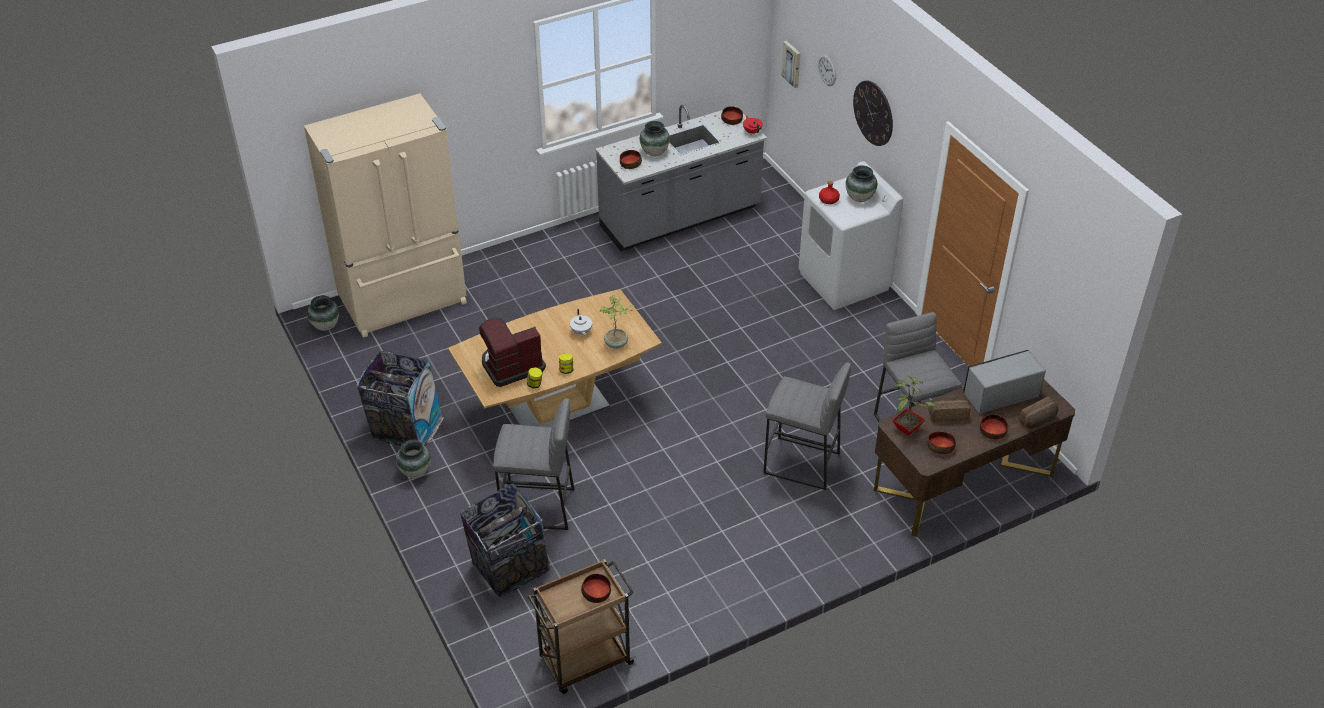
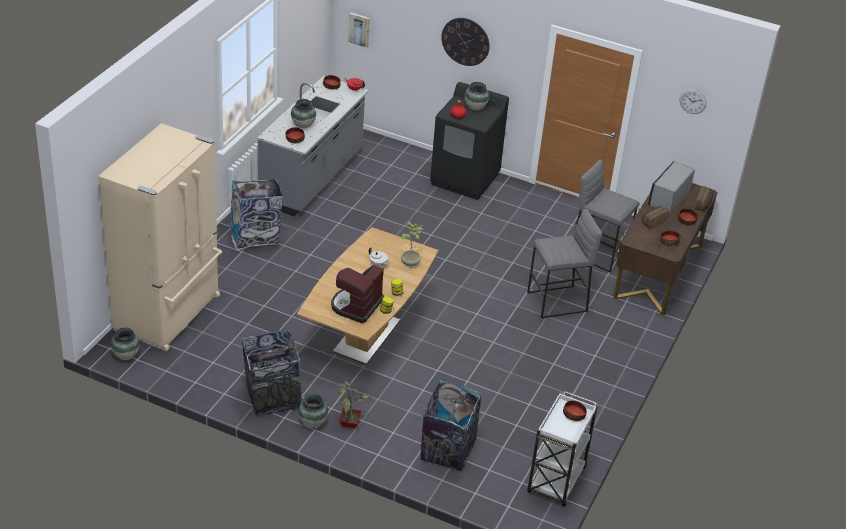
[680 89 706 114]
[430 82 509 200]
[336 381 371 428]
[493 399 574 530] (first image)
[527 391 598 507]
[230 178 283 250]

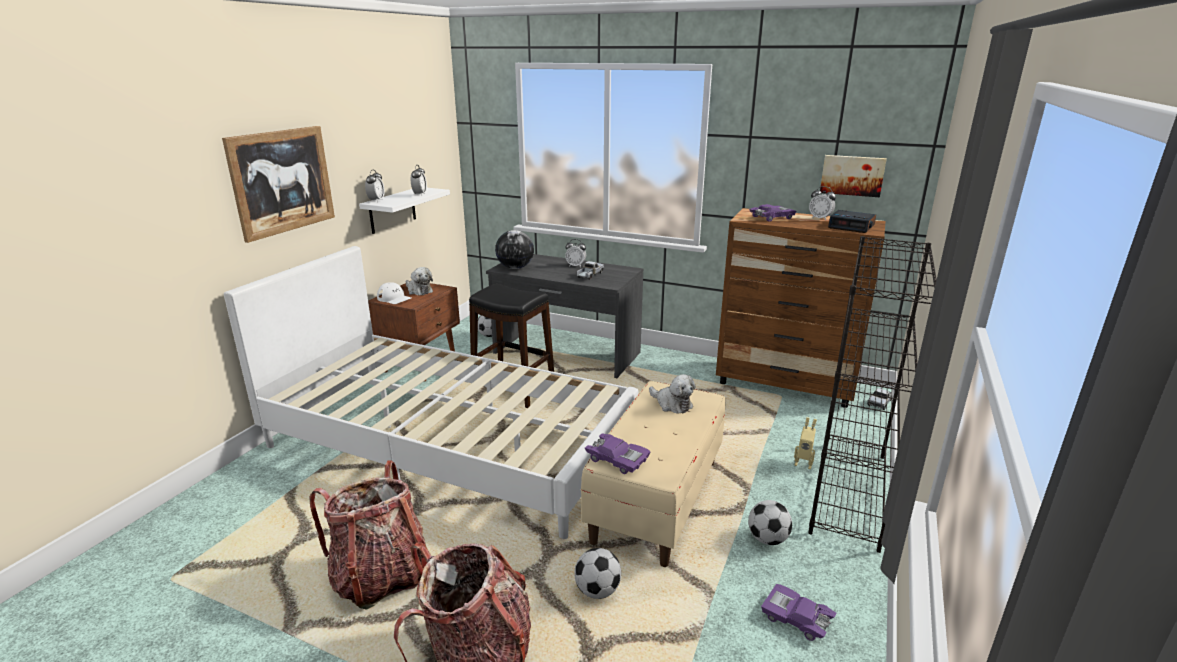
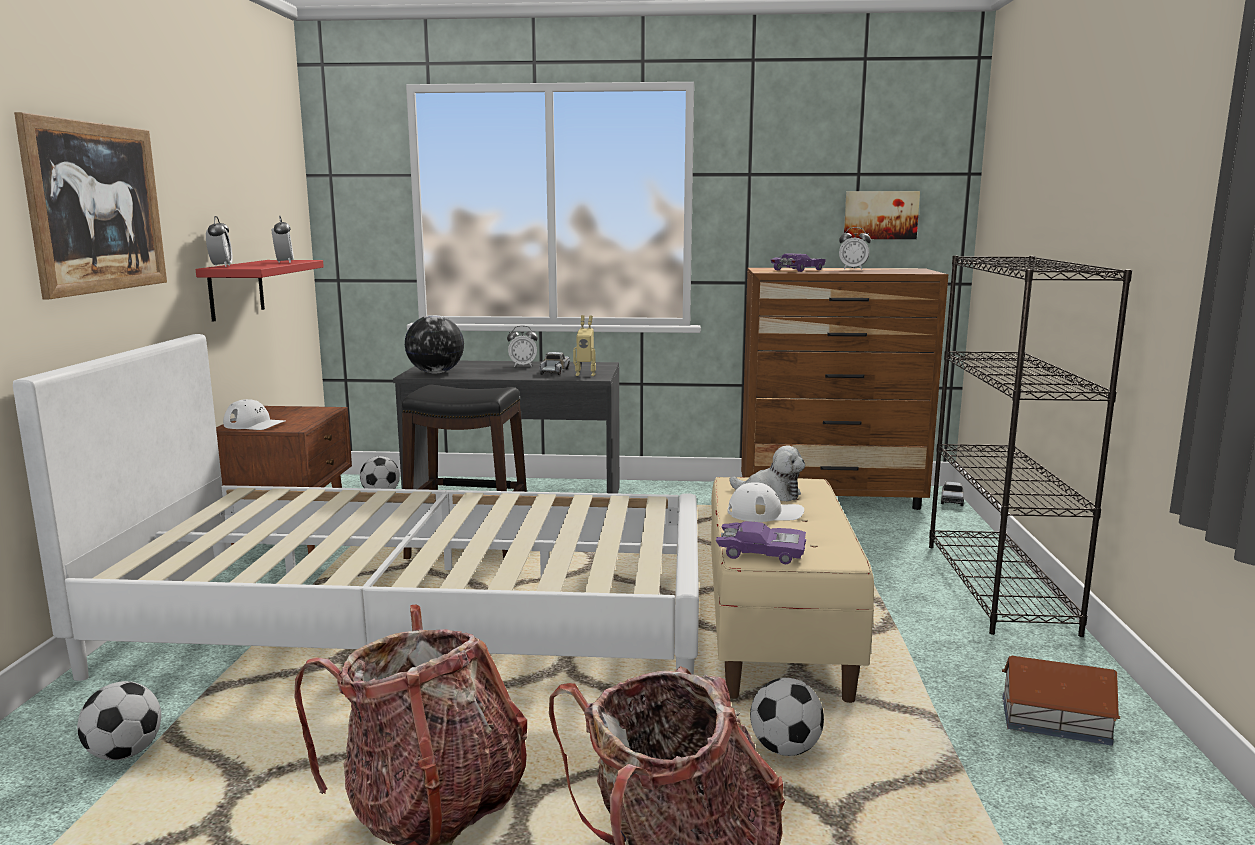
[196 260 324 322]
[828 210 876 233] (first image)
[406 267 433 295] (first image)
[573 315 596 376]
[77 681 161 760]
[1002 656 1120 746]
[728 482 804 522]

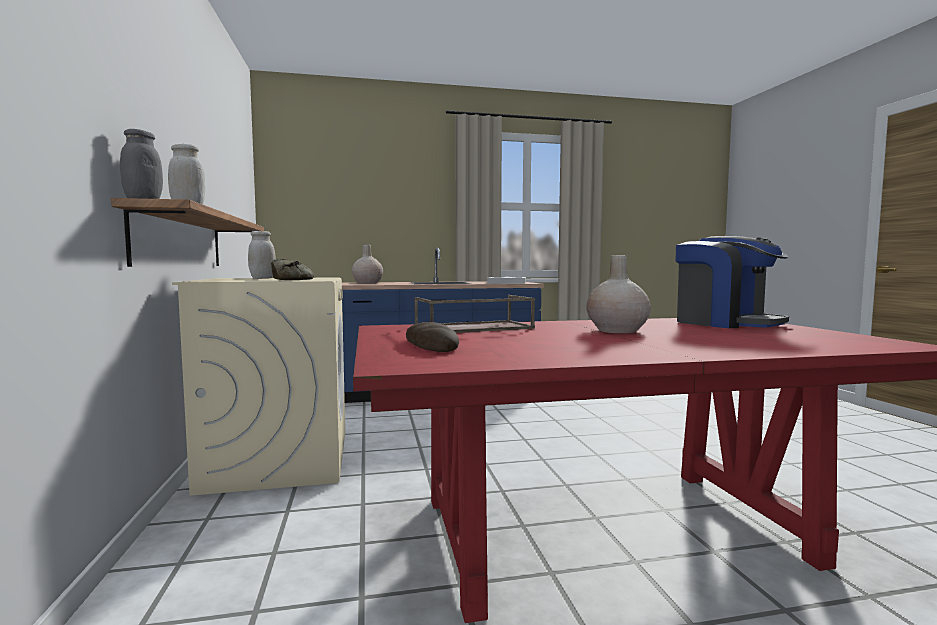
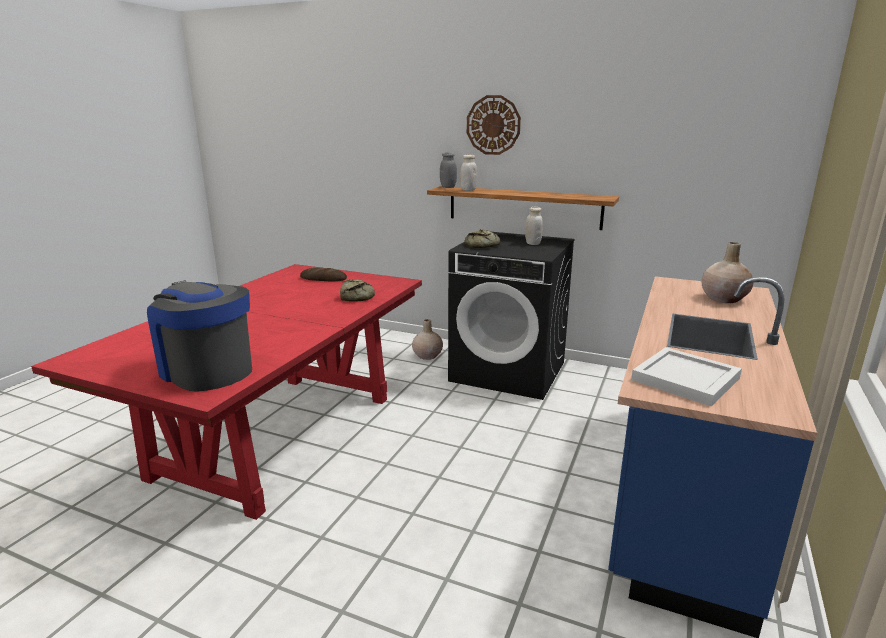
[147 281 252 392]
[412 319 443 360]
[448 232 575 400]
[340 279 375 302]
[467 95 521 155]

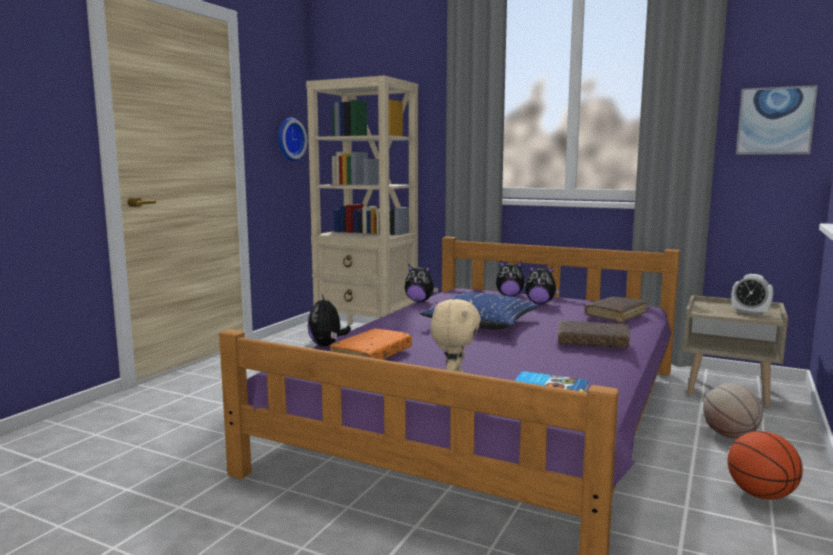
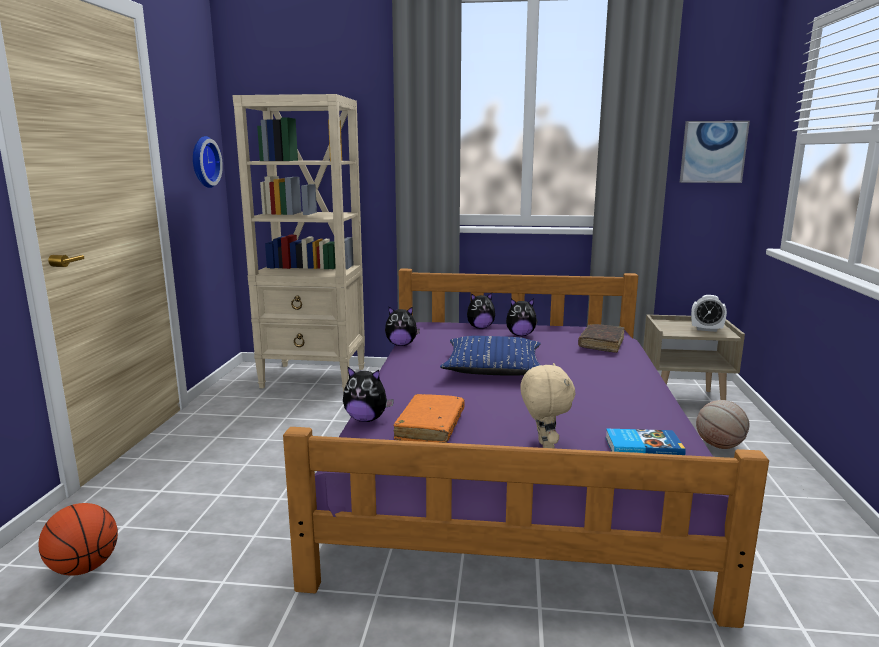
[343 367 394 422]
[558 321 630 348] (first image)
[38 503 118 576]

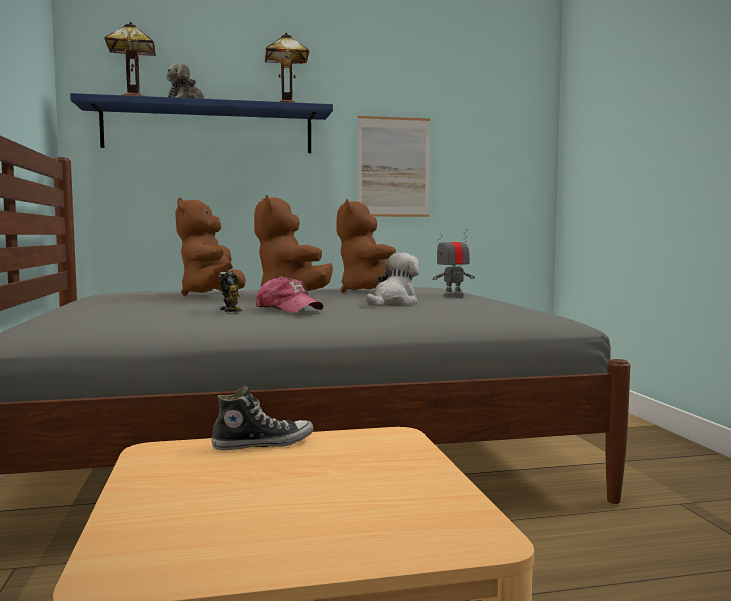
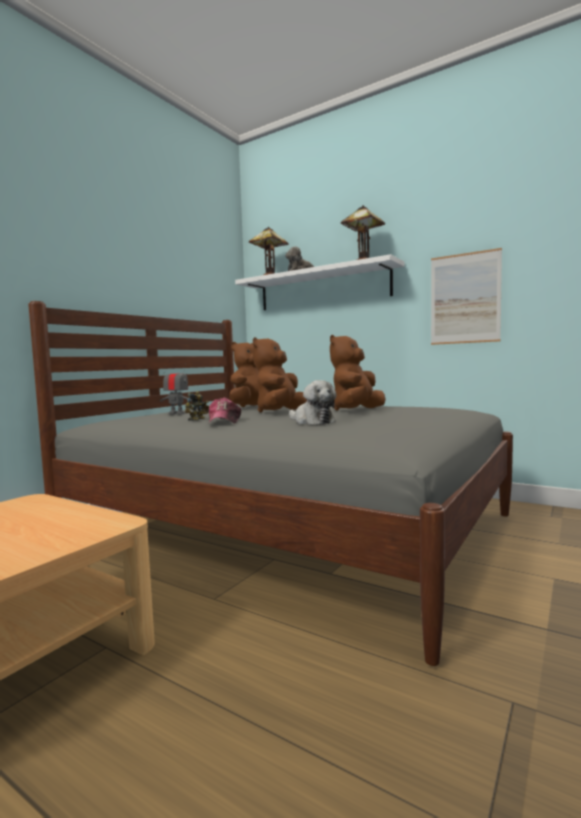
[235 254 405 310]
[160 364 192 415]
[289 380 336 425]
[211 386 314 450] (first image)

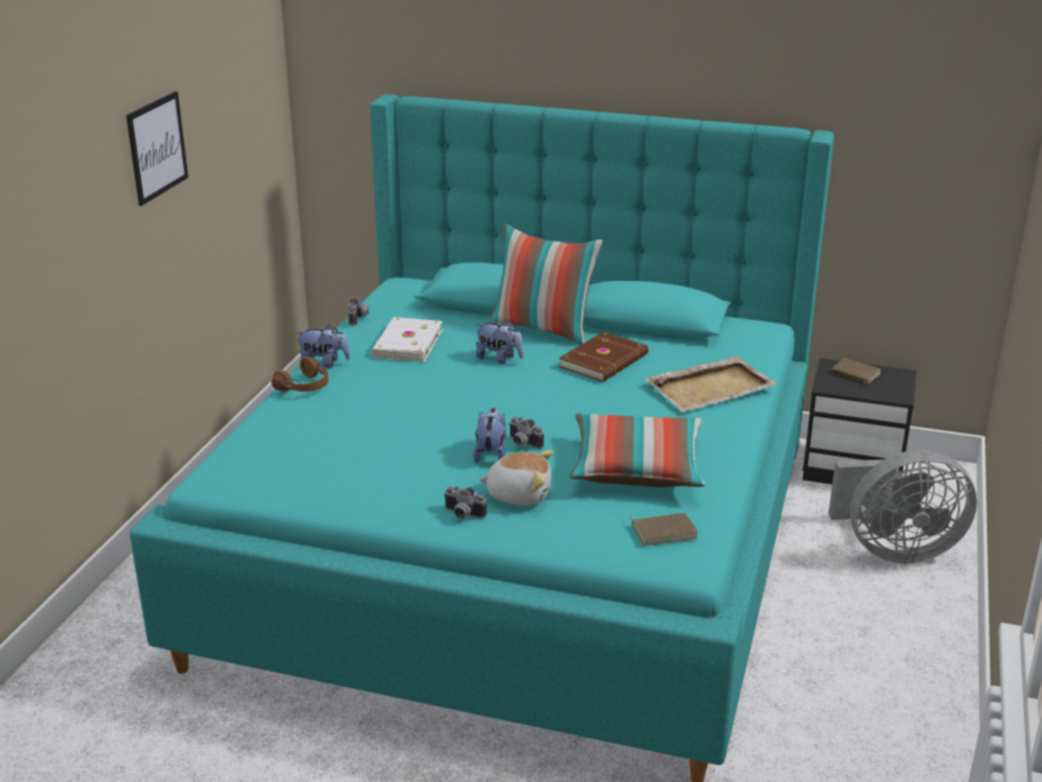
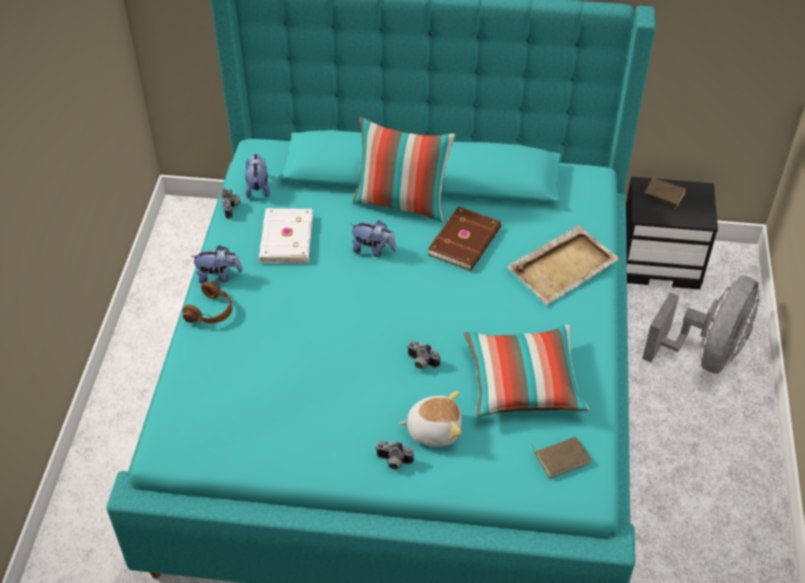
[126 91 188 206] (first image)
[245 154 270 198]
[642 276 759 374]

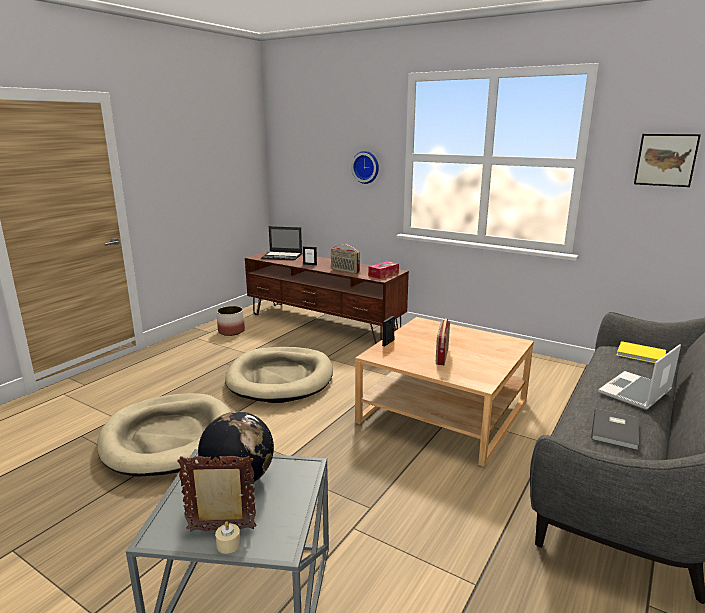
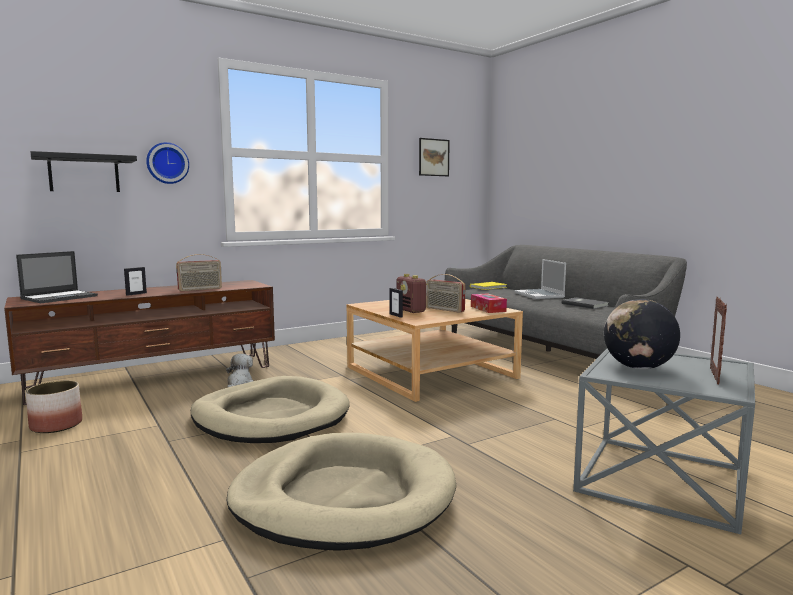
[471 293 507 313]
[215 521 241 554] (first image)
[31 151 137 192]
[396 274 428 313]
[226 354 253 387]

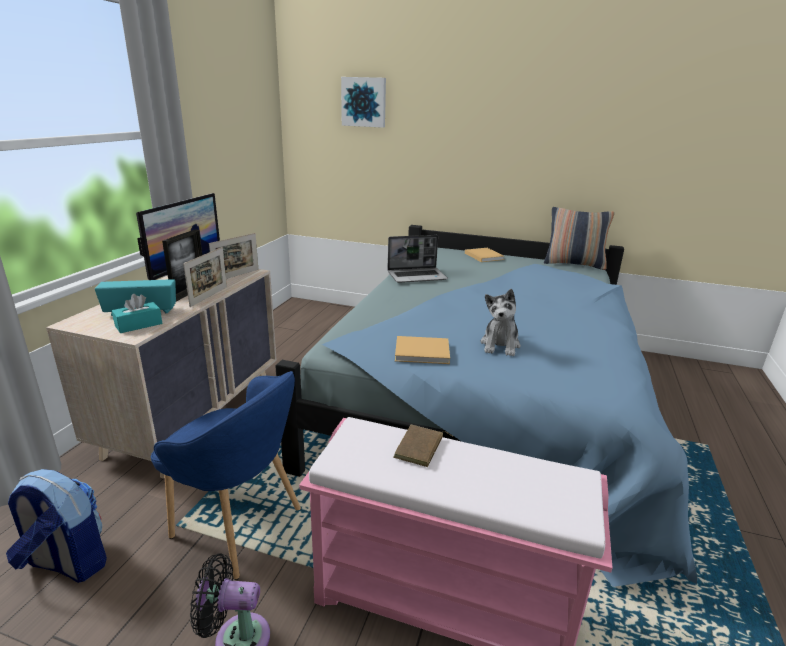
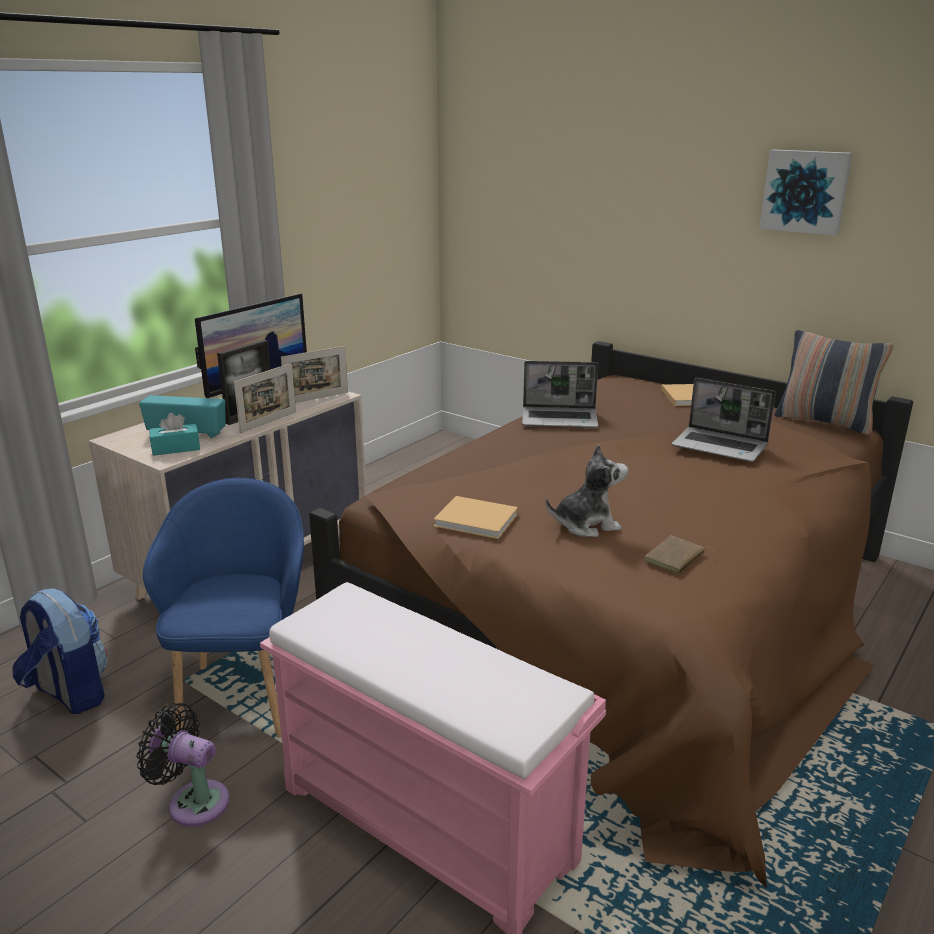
[759 149 852 236]
[309 341 913 889]
[546 444 628 537]
[143 478 304 738]
[644 536 716 574]
[672 378 776 462]

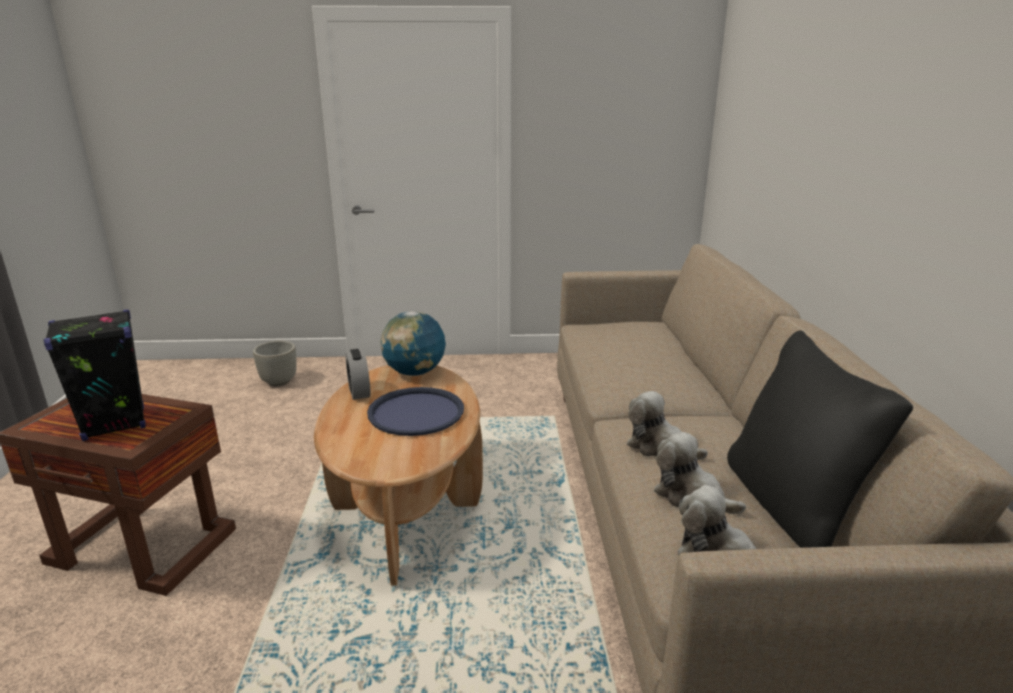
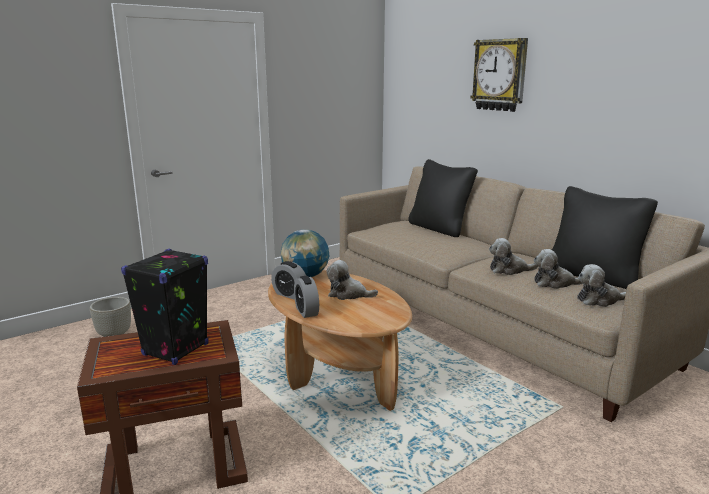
[327 260 378 300]
[470 38 528 112]
[409 159 478 237]
[294 276 319 318]

